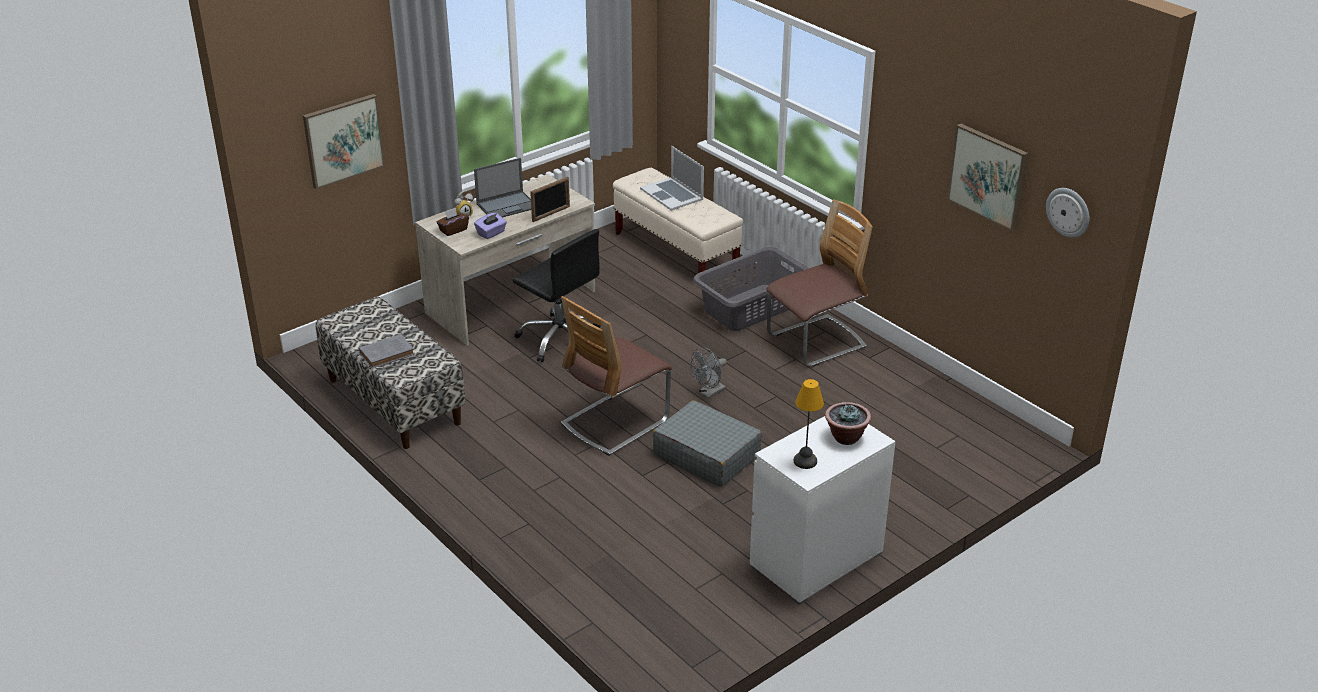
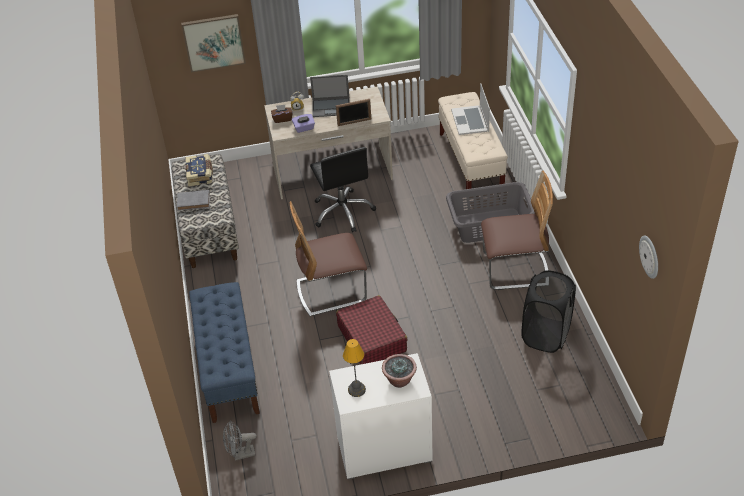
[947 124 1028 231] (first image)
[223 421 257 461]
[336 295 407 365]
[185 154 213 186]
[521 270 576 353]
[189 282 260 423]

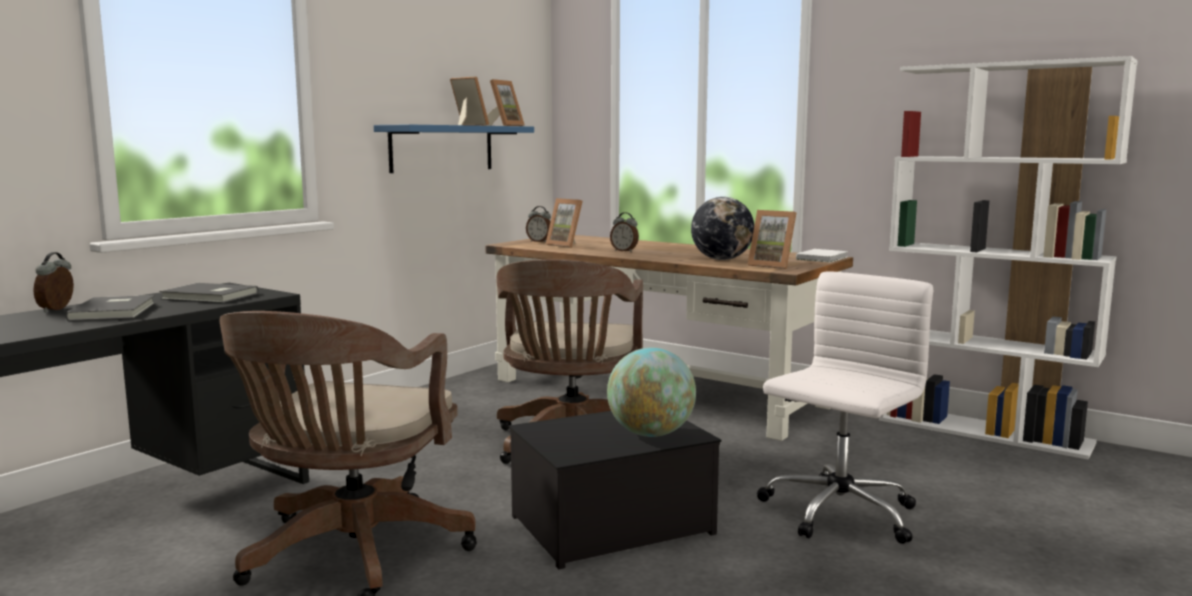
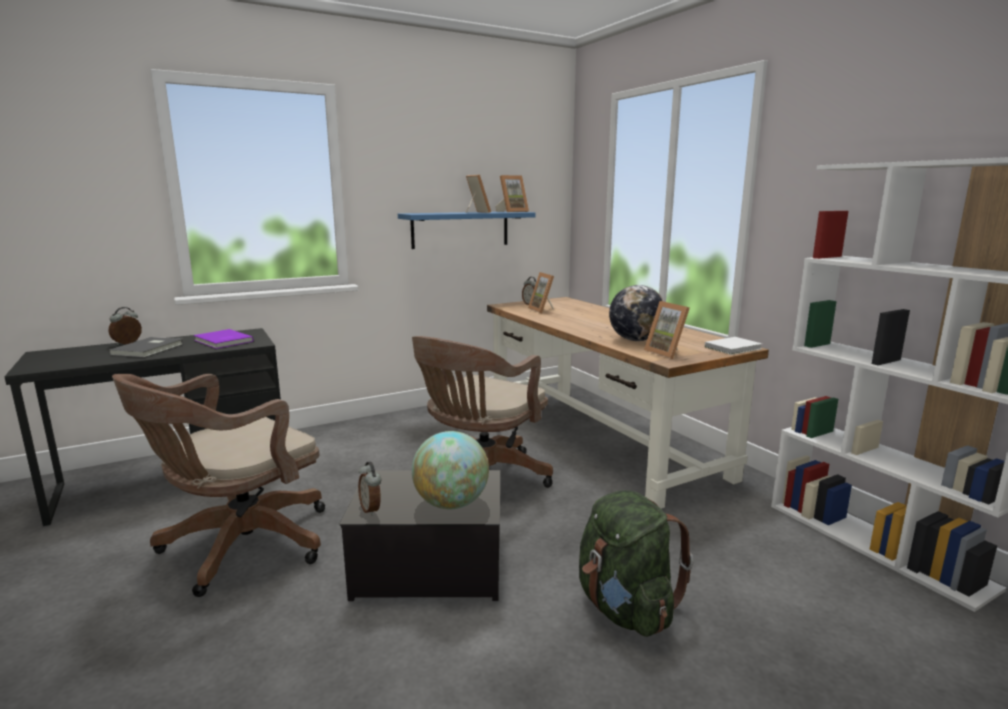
[358 461 381 516]
[579 490 694 637]
[193 329 253 349]

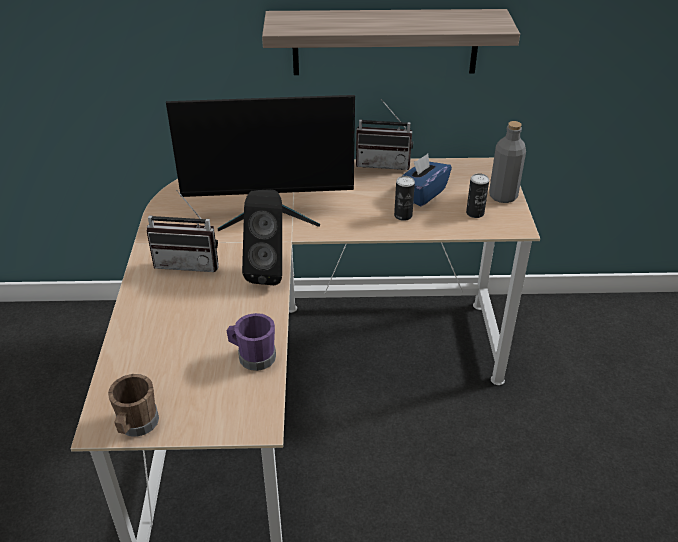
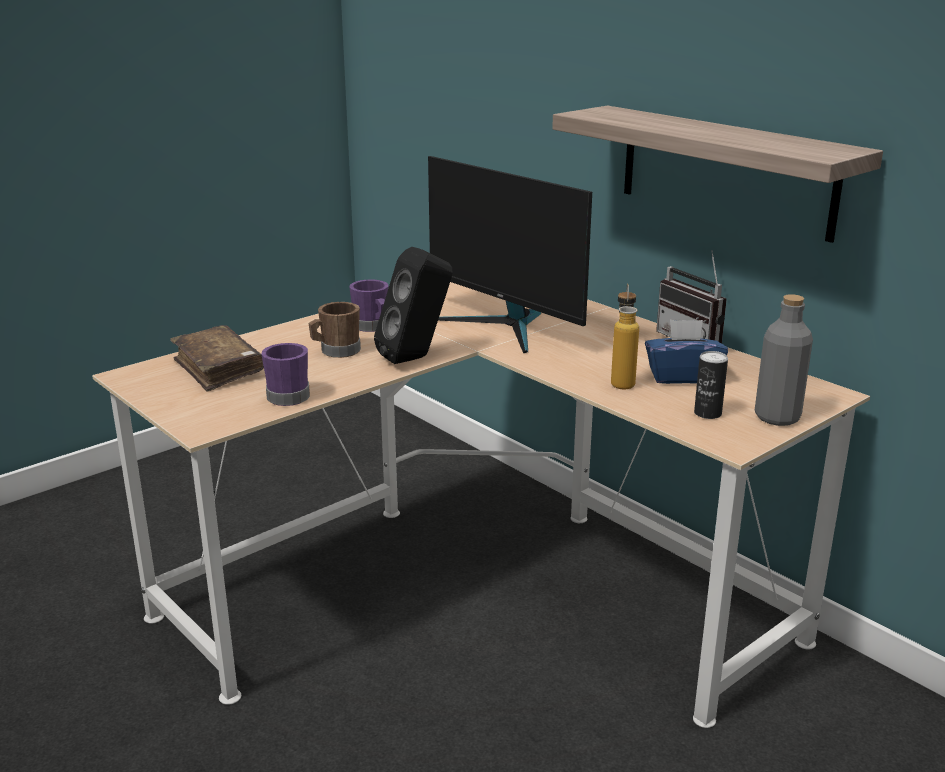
[611 284 639 389]
[349 280 388 332]
[309 302 361 358]
[170 325 264 392]

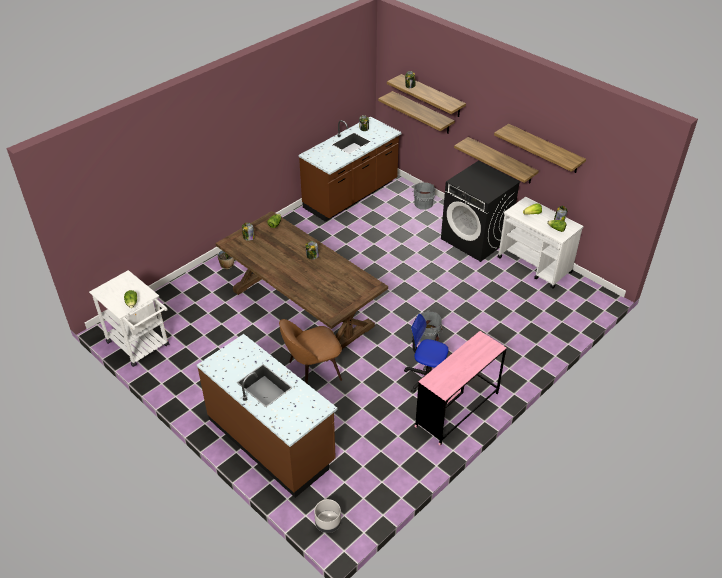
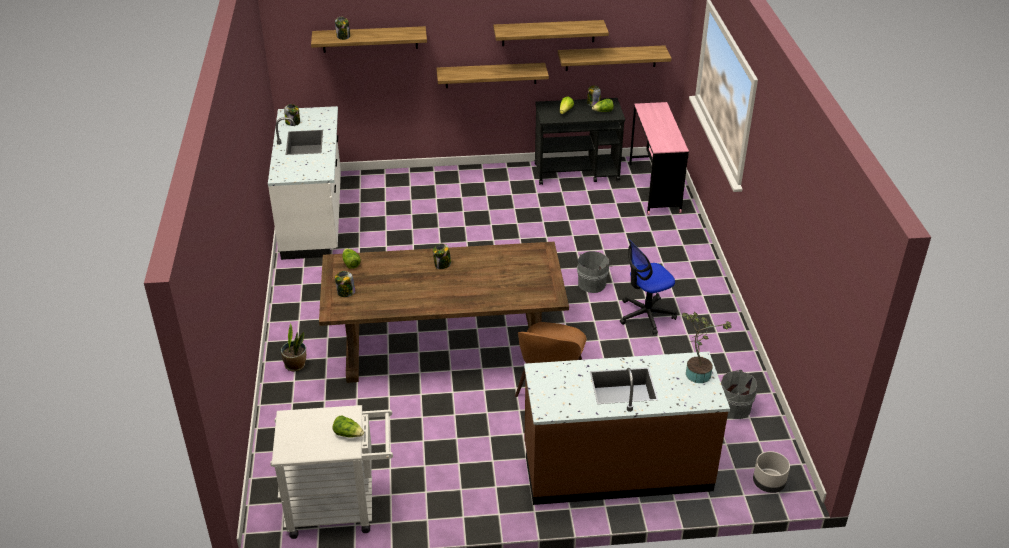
[558 45 672 71]
[268 106 341 260]
[441 161 521 262] (first image)
[721 370 757 419]
[535 98 625 185]
[629 102 689 215]
[682 312 732 383]

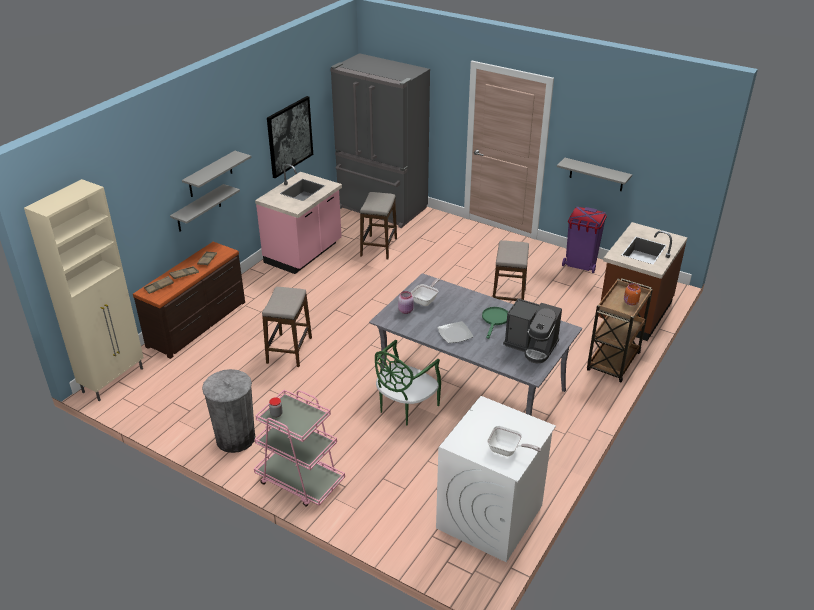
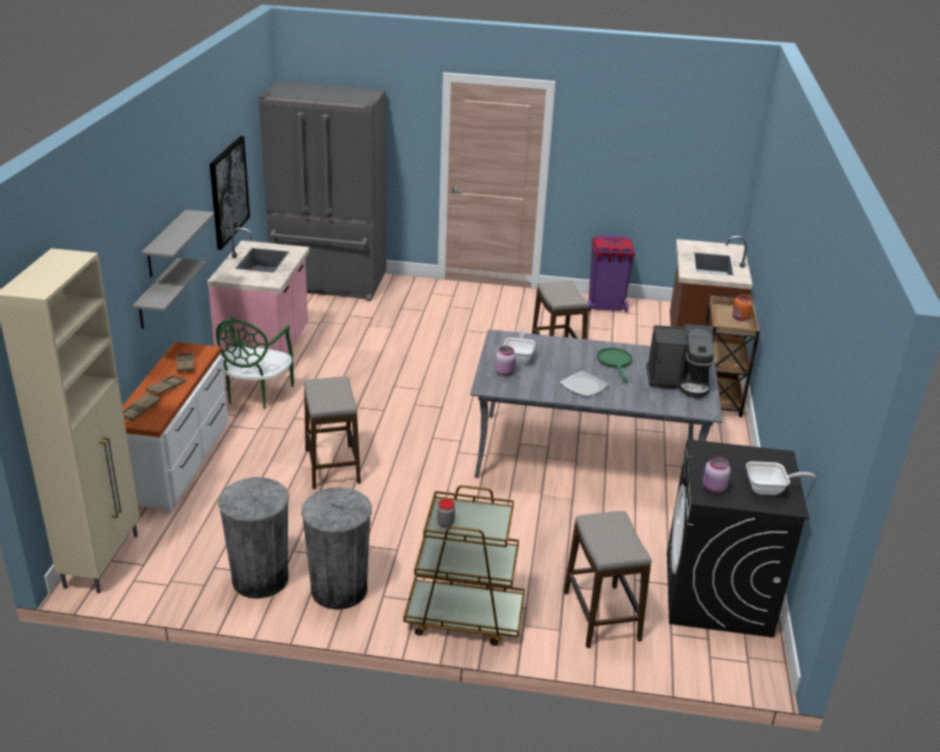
[557 158 632 191] (first image)
[564 511 652 648]
[122 342 228 514]
[216 317 294 410]
[403 485 525 646]
[667 439 809 638]
[703 456 731 493]
[218 477 289 599]

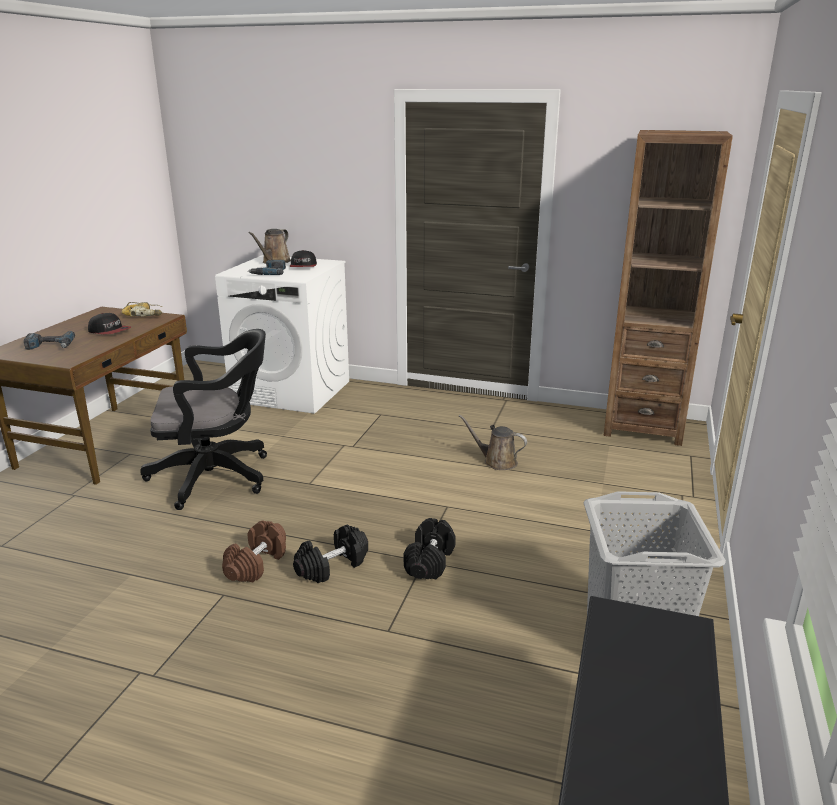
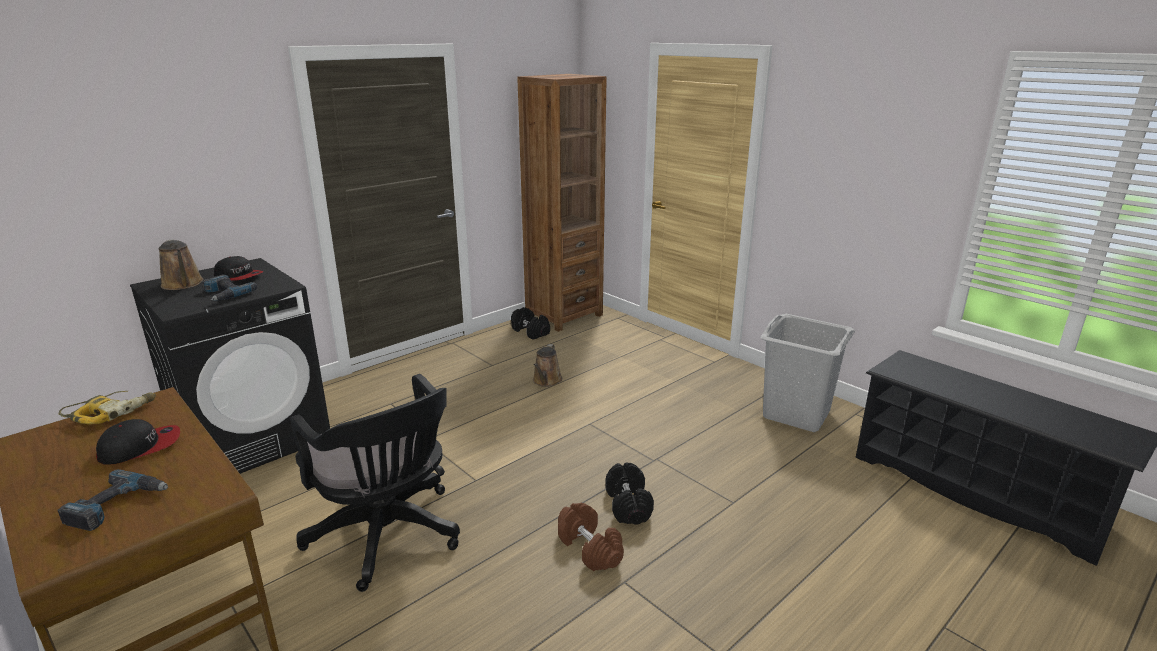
[130 258 330 474]
[290 374 460 592]
[533 344 563 387]
[511 307 550 340]

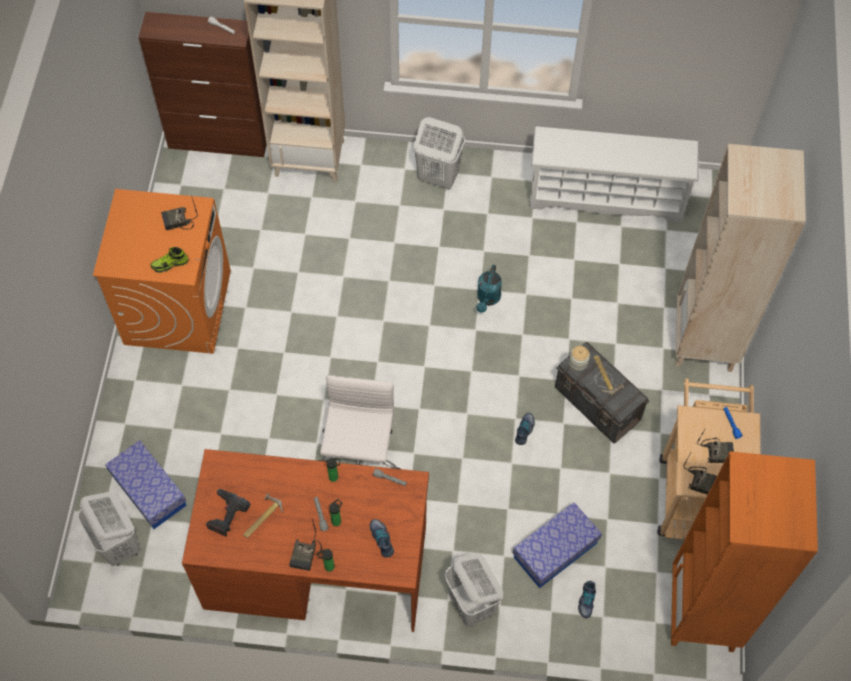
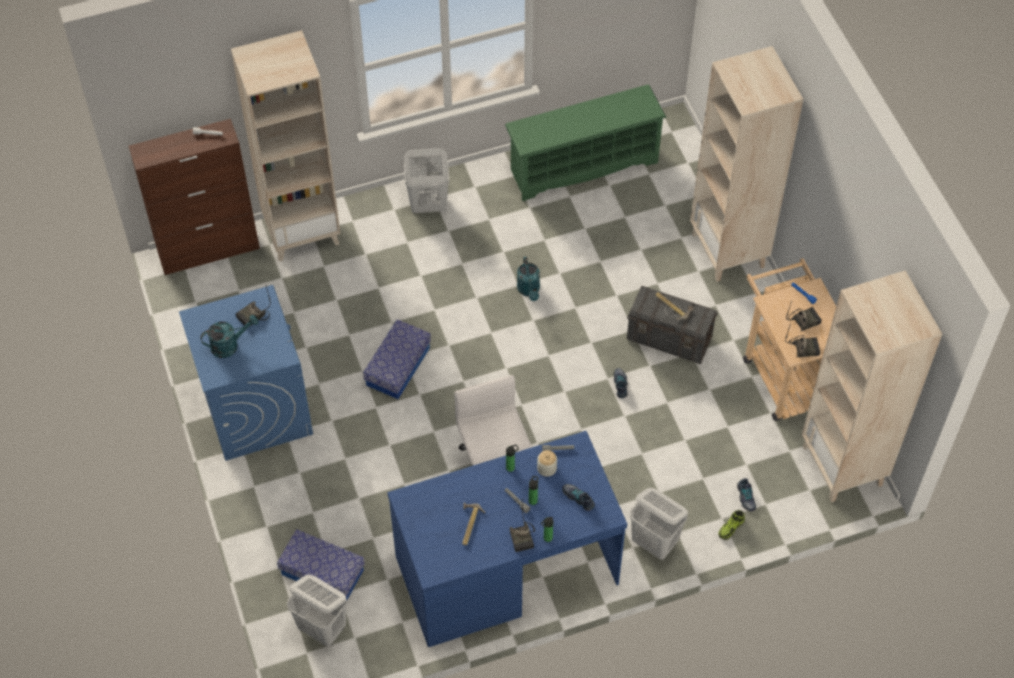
[505 84 667 201]
[179 285 313 461]
[718 510 745 540]
[537 450 557 477]
[388 431 627 647]
[802 271 942 502]
[206 489 251 537] (first image)
[363 319 431 399]
[200 315 258 358]

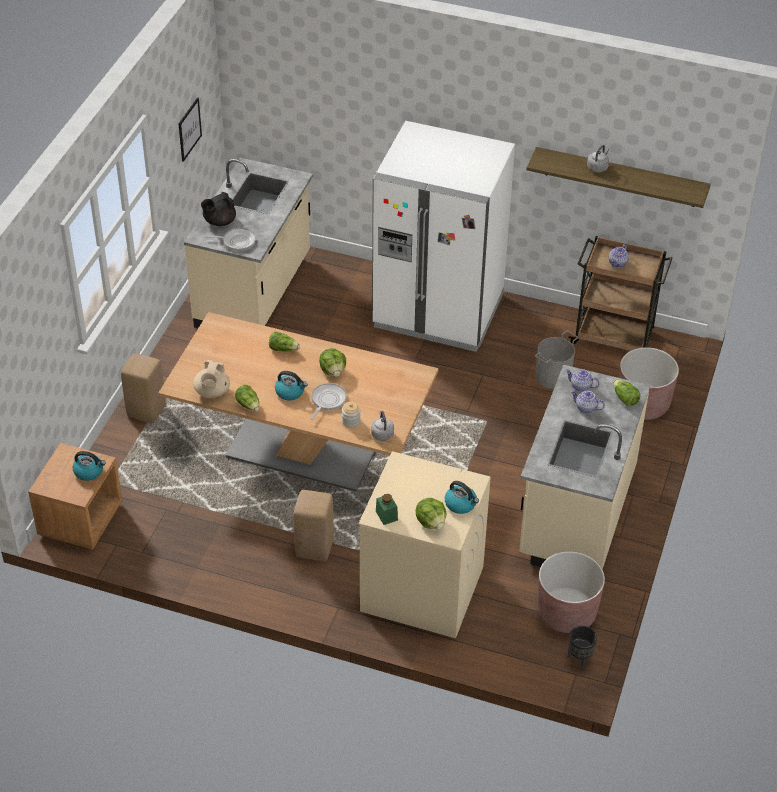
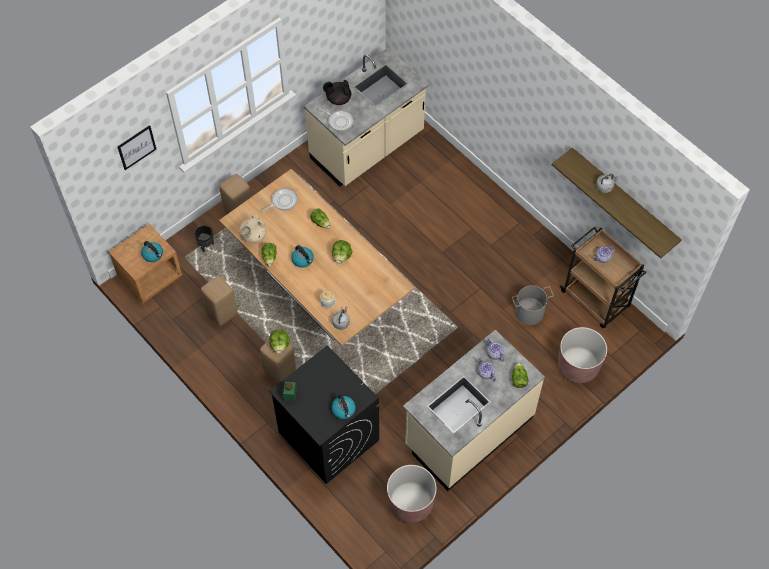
[118 125 156 170]
[372 121 515 352] (first image)
[262 188 298 212]
[269 345 379 484]
[270 329 290 354]
[194 225 214 252]
[201 276 238 326]

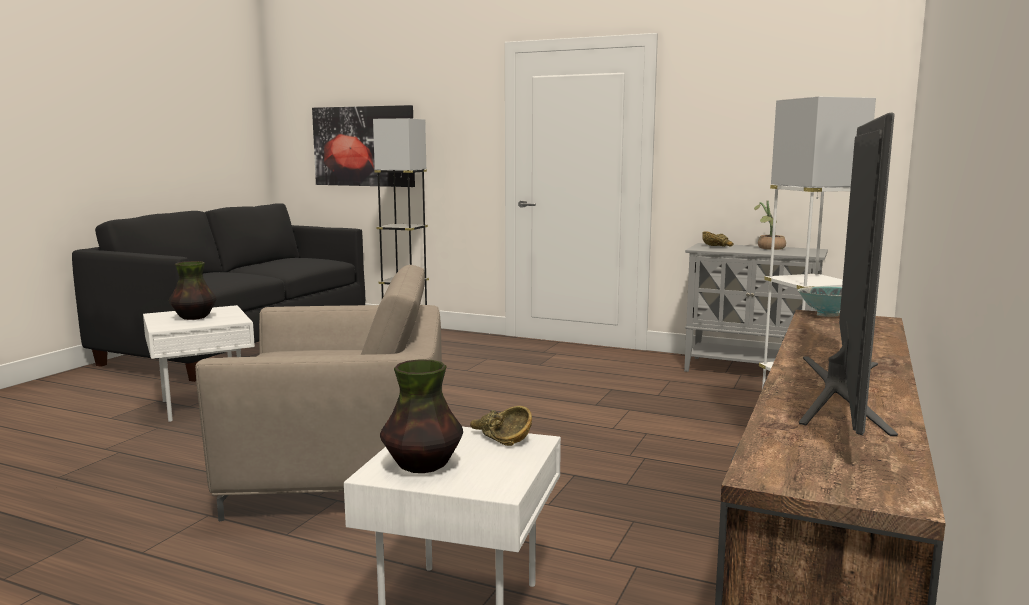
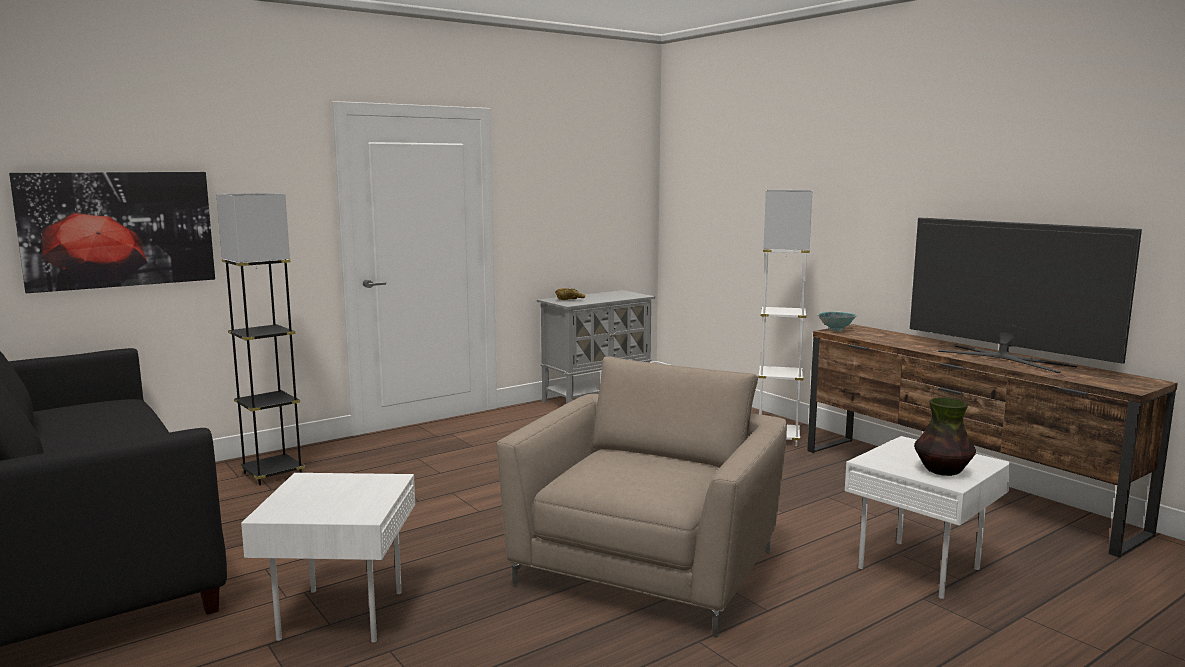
[754 200 786 250] (first image)
[169 261 216 320] (first image)
[470 406 532 446] (first image)

